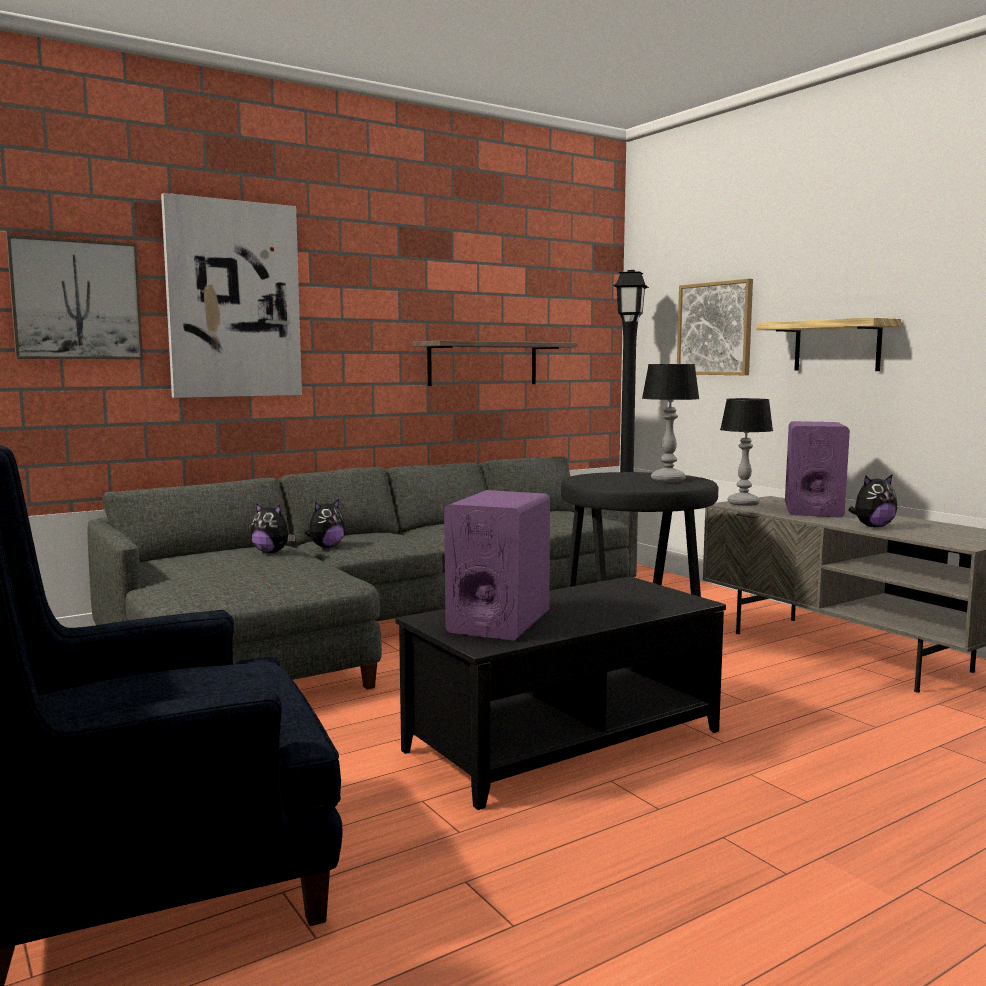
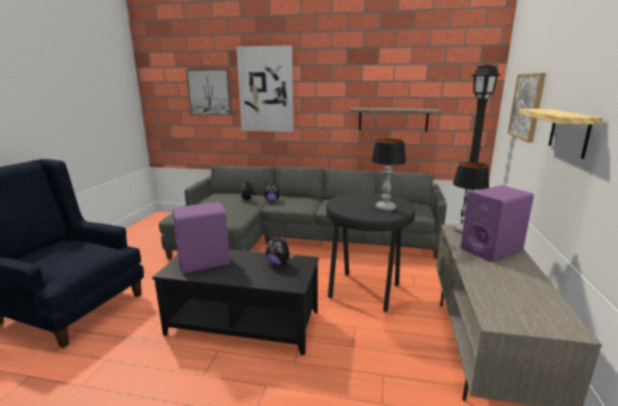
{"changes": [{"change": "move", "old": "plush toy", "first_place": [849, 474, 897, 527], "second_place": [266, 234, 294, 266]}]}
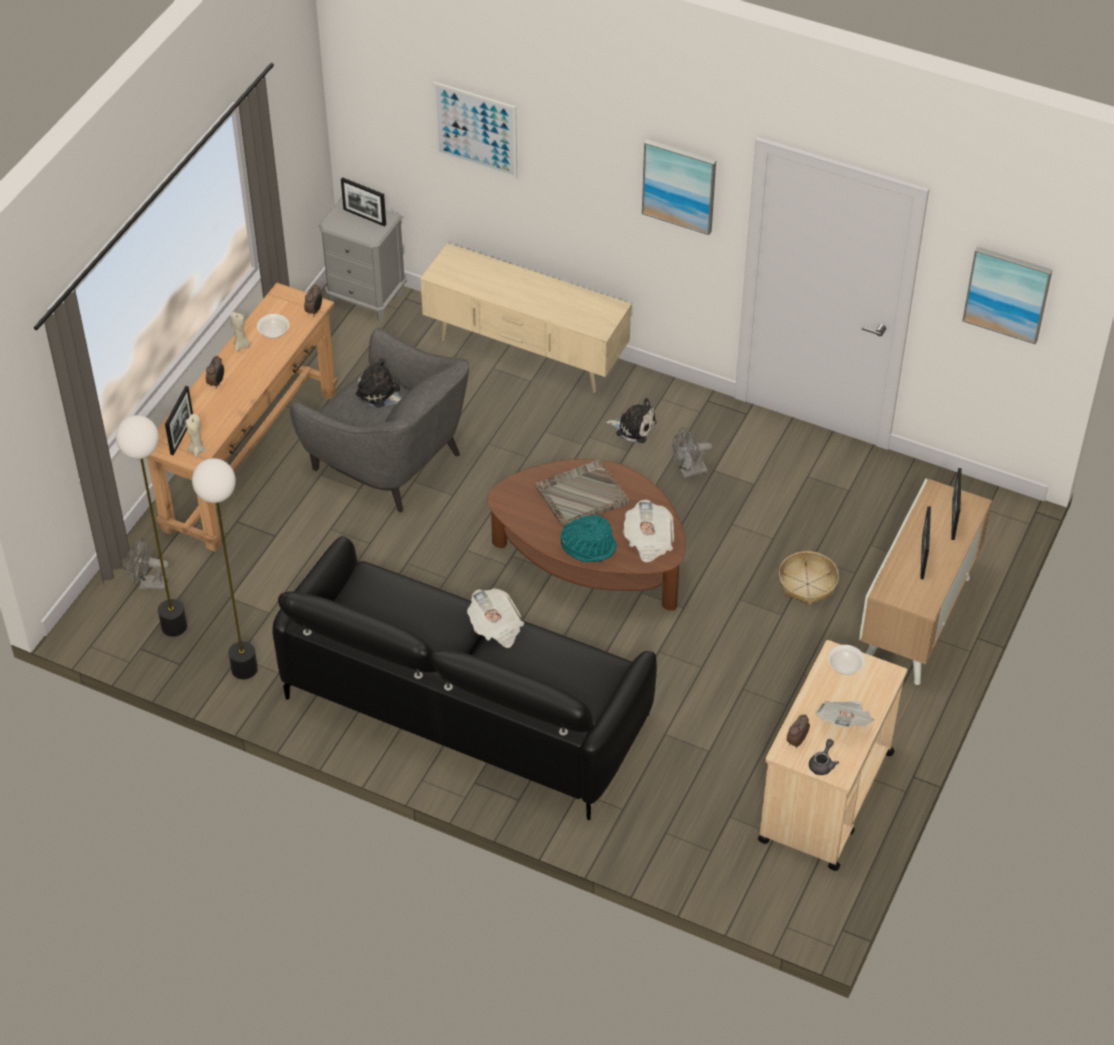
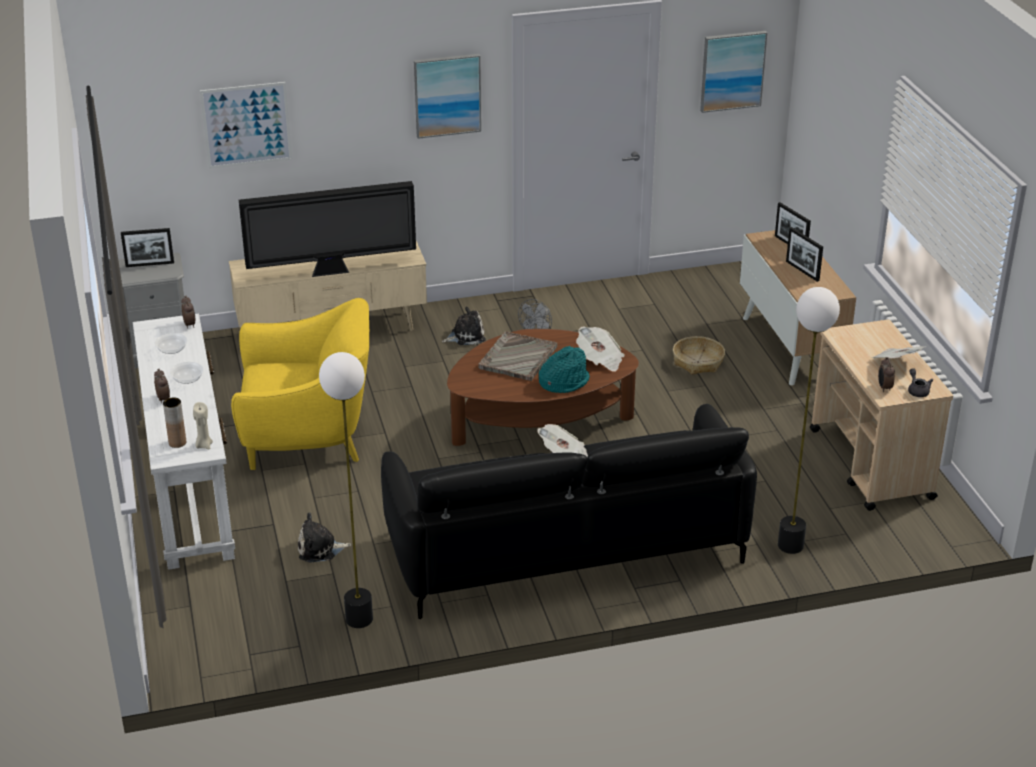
{"changes": [{"change": "delete", "old": "fan in grey", "first_place": [126, 538, 169, 590]}, {"change": "delete", "old": "candle in beige", "first_place": [230, 312, 251, 352]}, {"change": "insert", "new": "television", "second_place": [239, 181, 416, 277]}, {"change": "move", "old": "floor lamp", "first_place": [116, 415, 187, 637], "second_place": [778, 287, 840, 554]}, {"change": "move", "old": "plush toy", "first_place": [356, 358, 402, 407], "second_place": [298, 513, 351, 562]}, {"change": "move", "old": "bowl", "first_place": [828, 645, 865, 675], "second_place": [170, 362, 204, 384]}, {"change": "replace", "old": "picture frame", "new": "vase in brown", "first_place": [165, 386, 193, 455], "second_place": [163, 398, 186, 448]}, {"change": "recolor", "old": "console table in brown", "new": "console table in white", "first_place": [146, 282, 338, 552], "second_place": [133, 314, 235, 570]}, {"change": "recolor", "old": "armchair in grey", "new": "armchair in yellow", "first_place": [290, 328, 469, 513], "second_place": [231, 298, 370, 470]}]}
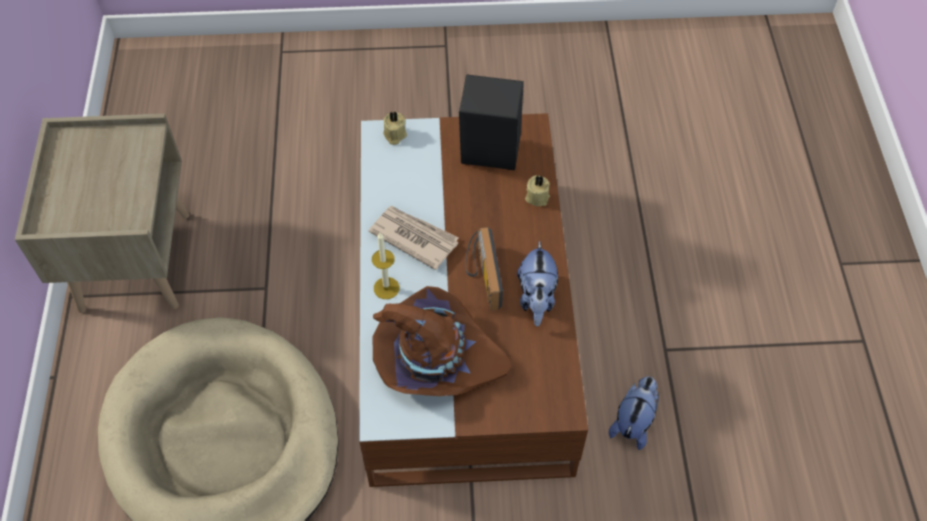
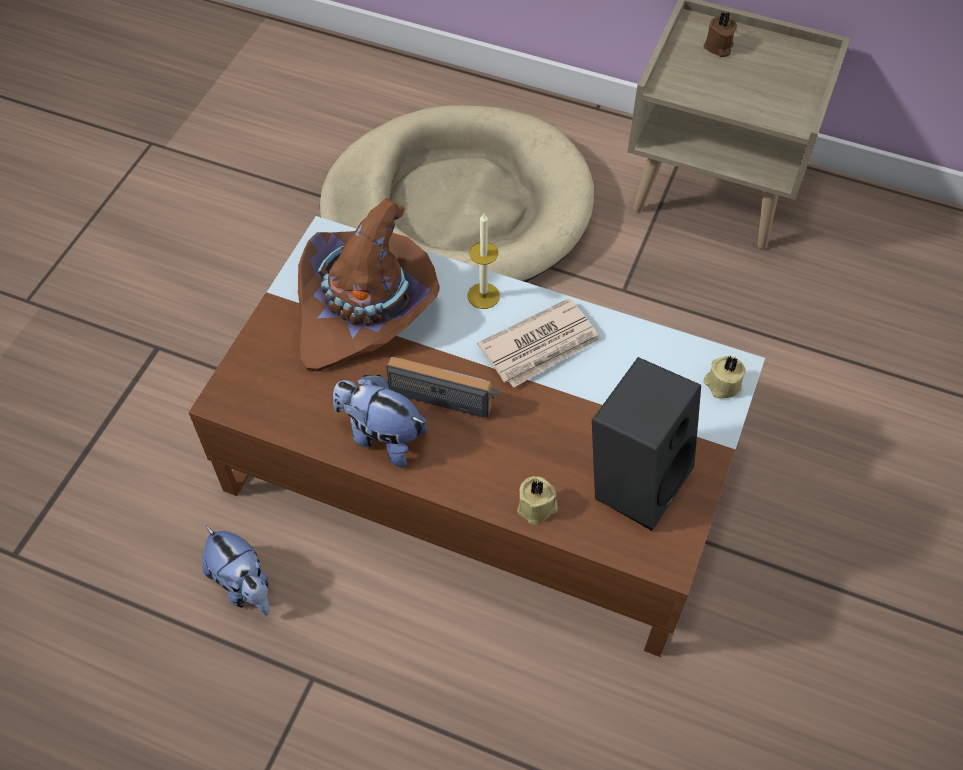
{"changes": [{"change": "insert", "new": "candle in brown", "second_place": [704, 12, 737, 57]}]}
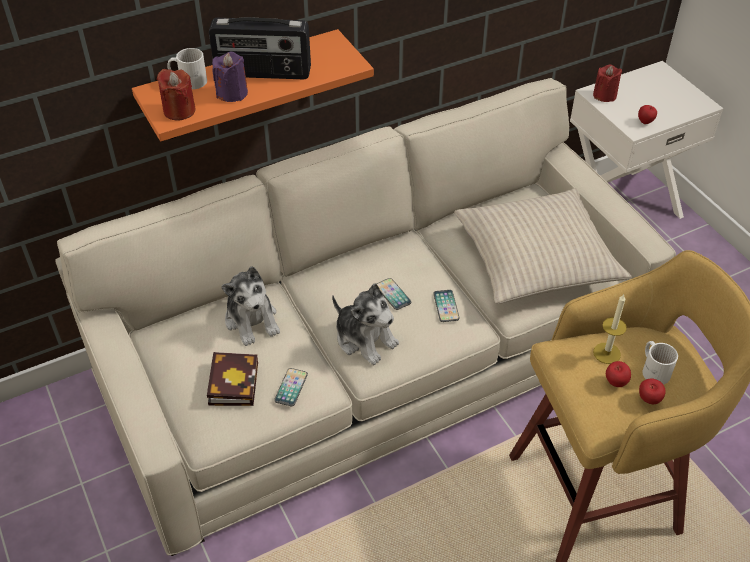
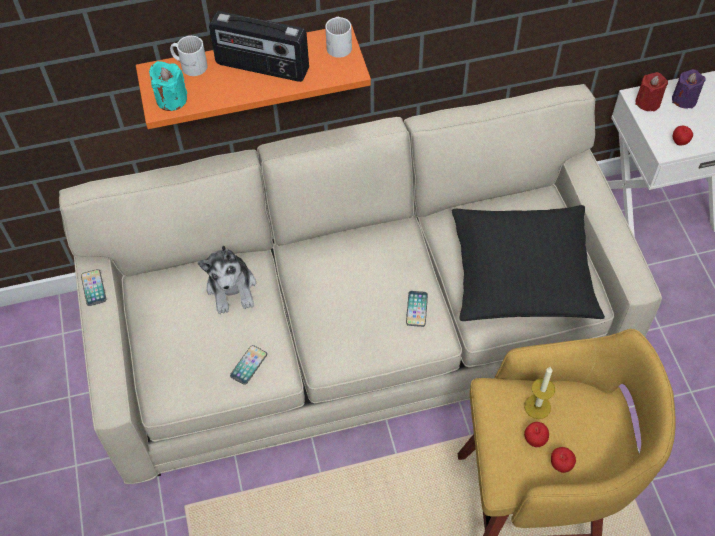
{"changes": [{"change": "delete", "old": "book", "first_place": [207, 352, 258, 406]}, {"change": "delete", "old": "plush toy", "first_place": [332, 283, 399, 365]}, {"change": "move", "old": "candle in purple", "first_place": [212, 52, 248, 102], "second_place": [672, 69, 706, 109]}, {"change": "move", "old": "phone", "first_place": [377, 278, 411, 310], "second_place": [81, 269, 106, 306]}, {"change": "move", "old": "mug in white", "first_place": [643, 341, 678, 385], "second_place": [325, 17, 352, 58]}, {"change": "recolor", "old": "candle in red", "new": "candle in turquoise", "first_place": [157, 69, 196, 121], "second_place": [149, 61, 187, 111]}, {"change": "recolor", "old": "pillow in beige", "new": "pillow in black", "first_place": [454, 188, 632, 304], "second_place": [452, 205, 605, 321]}]}
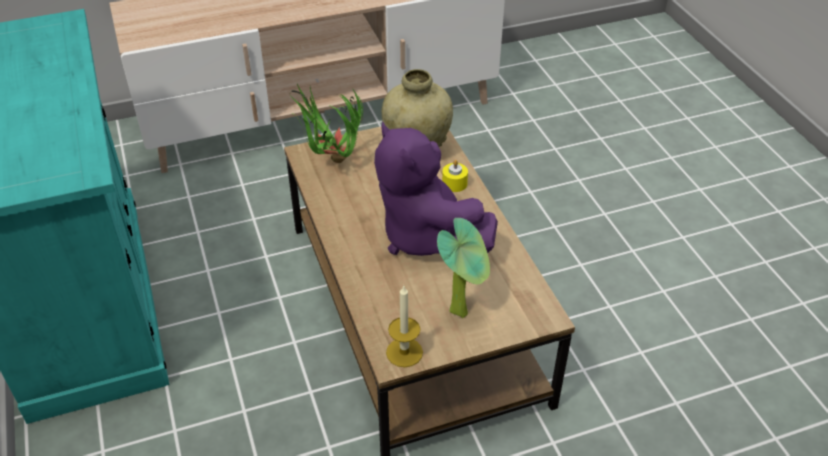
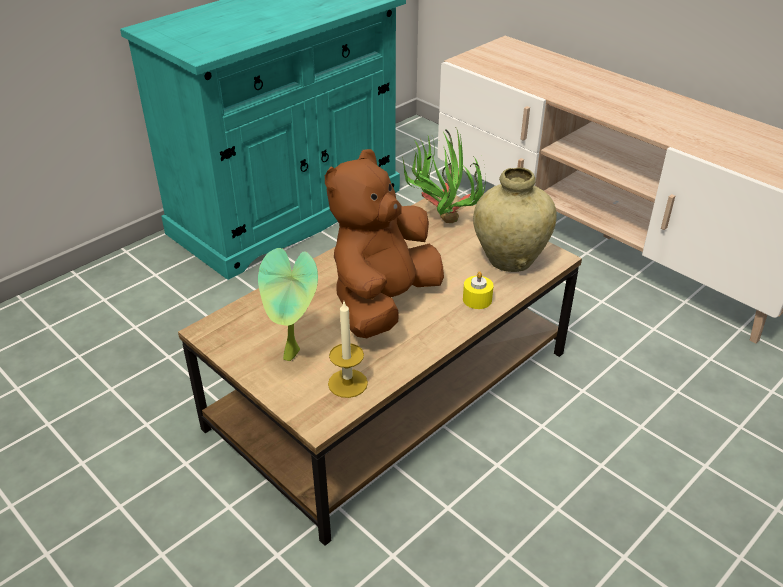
{"changes": [{"change": "move", "old": "candle", "first_place": [386, 286, 423, 367], "second_place": [328, 302, 368, 398]}, {"change": "recolor", "old": "plush toy in purple", "new": "plush toy in brown", "first_place": [374, 121, 498, 256], "second_place": [325, 149, 444, 338]}]}
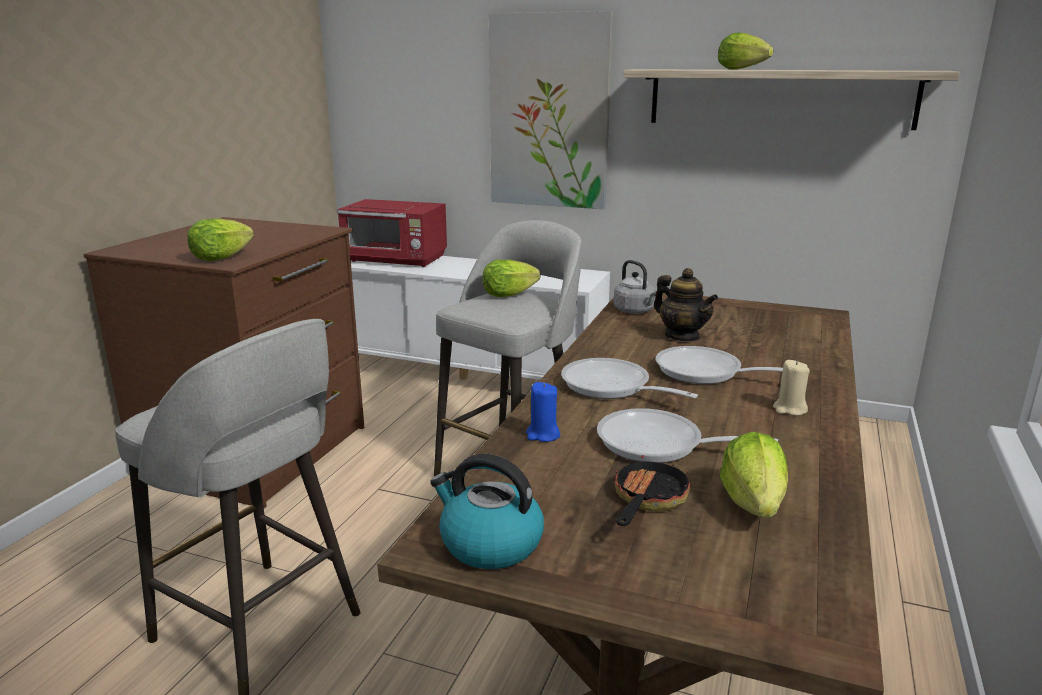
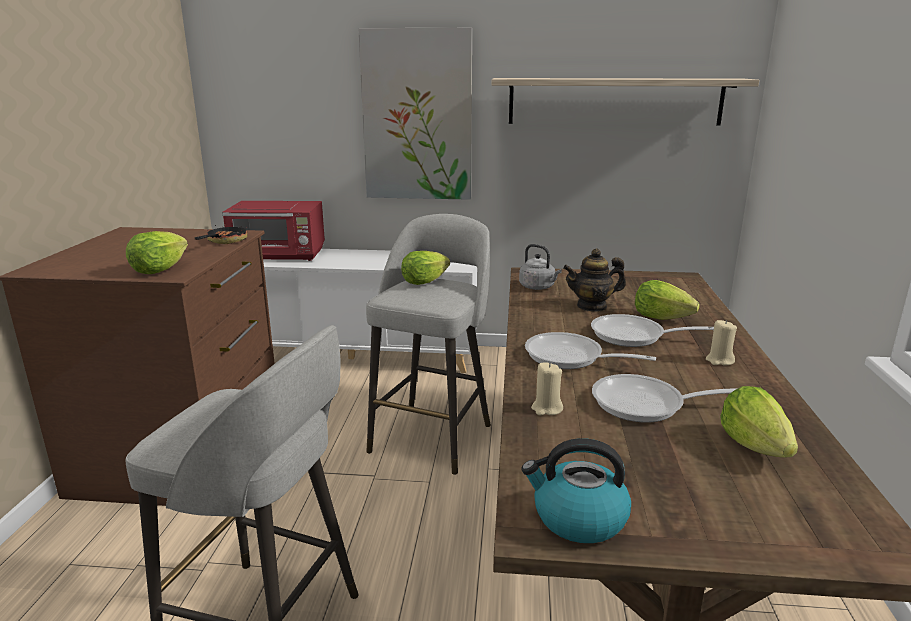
{"changes": [{"change": "move", "old": "frying pan", "first_place": [615, 446, 691, 526], "second_place": [195, 224, 247, 244]}, {"change": "move", "old": "lettuce", "first_place": [718, 33, 773, 70], "second_place": [635, 280, 699, 320]}, {"change": "recolor", "old": "candle in blue", "new": "candle in beige", "first_place": [526, 382, 560, 442], "second_place": [531, 362, 563, 415]}, {"change": "rotate", "old": "teapot", "first_place": [654, 268, 718, 341], "second_place": [563, 248, 626, 312], "degrees": 135}]}
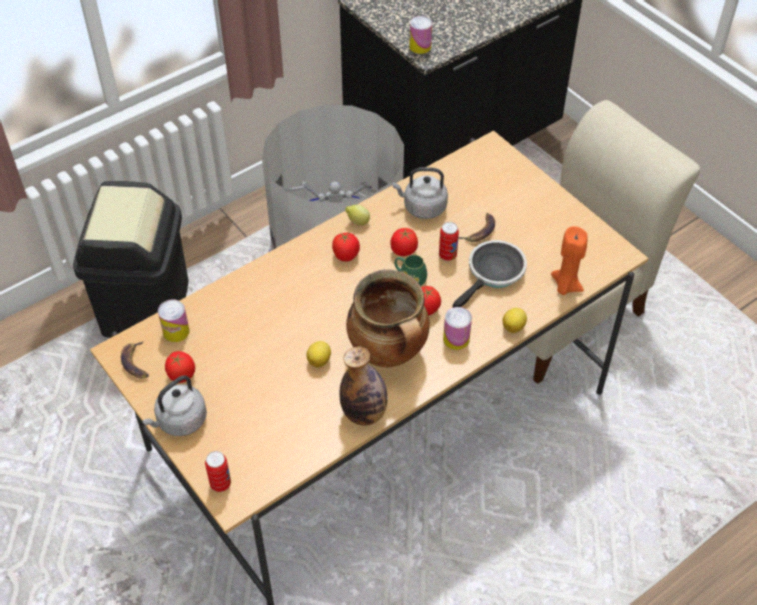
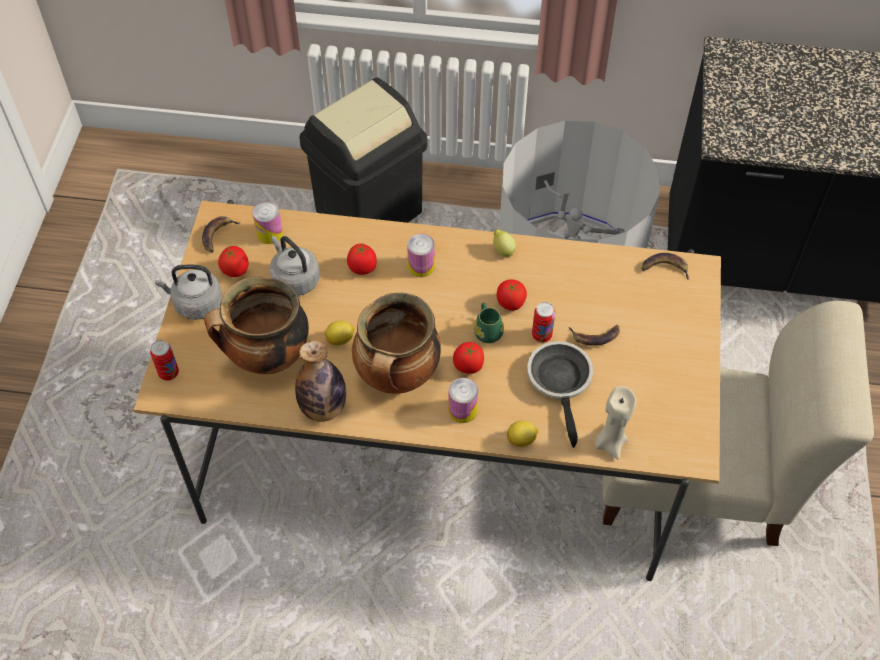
{"changes": [{"change": "insert", "new": "cooking pot", "second_place": [204, 276, 309, 374]}, {"change": "insert", "new": "banana", "second_place": [642, 253, 690, 280]}, {"change": "move", "old": "tomato", "first_place": [332, 232, 360, 262], "second_place": [347, 243, 377, 275]}, {"change": "move", "old": "kettle in grey", "first_place": [393, 167, 448, 219], "second_place": [270, 236, 320, 296]}, {"change": "move", "old": "can", "first_place": [409, 16, 432, 54], "second_place": [407, 234, 435, 277]}, {"change": "recolor", "old": "candle in orange", "new": "candle in beige", "first_place": [551, 226, 587, 295], "second_place": [595, 386, 636, 460]}, {"change": "rotate", "old": "frying pan", "first_place": [452, 240, 527, 308], "second_place": [527, 341, 593, 448], "degrees": -90}]}
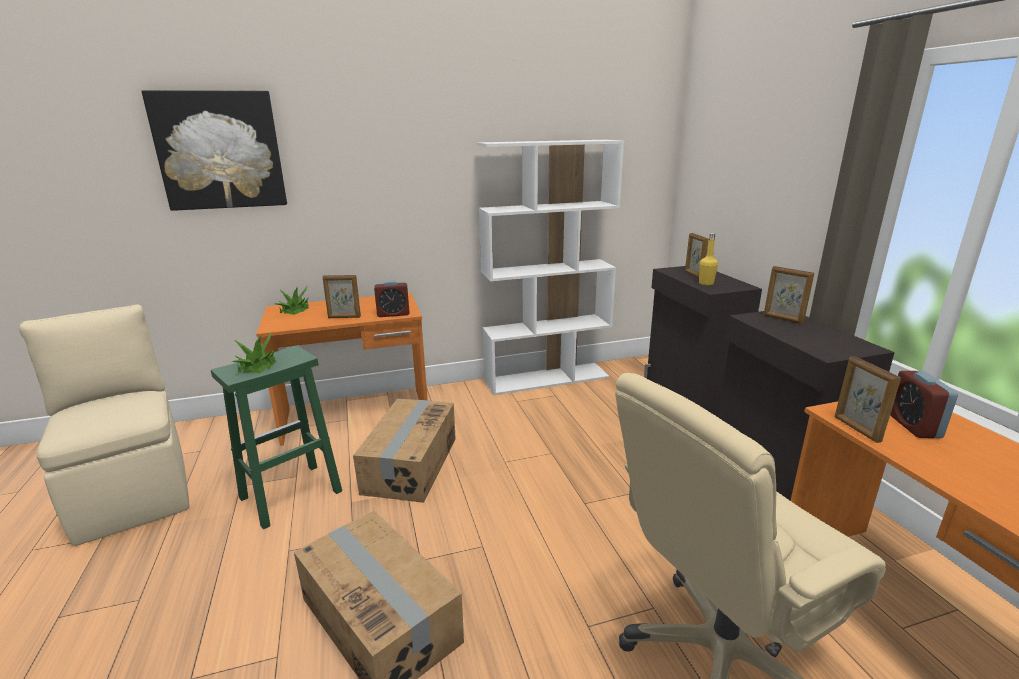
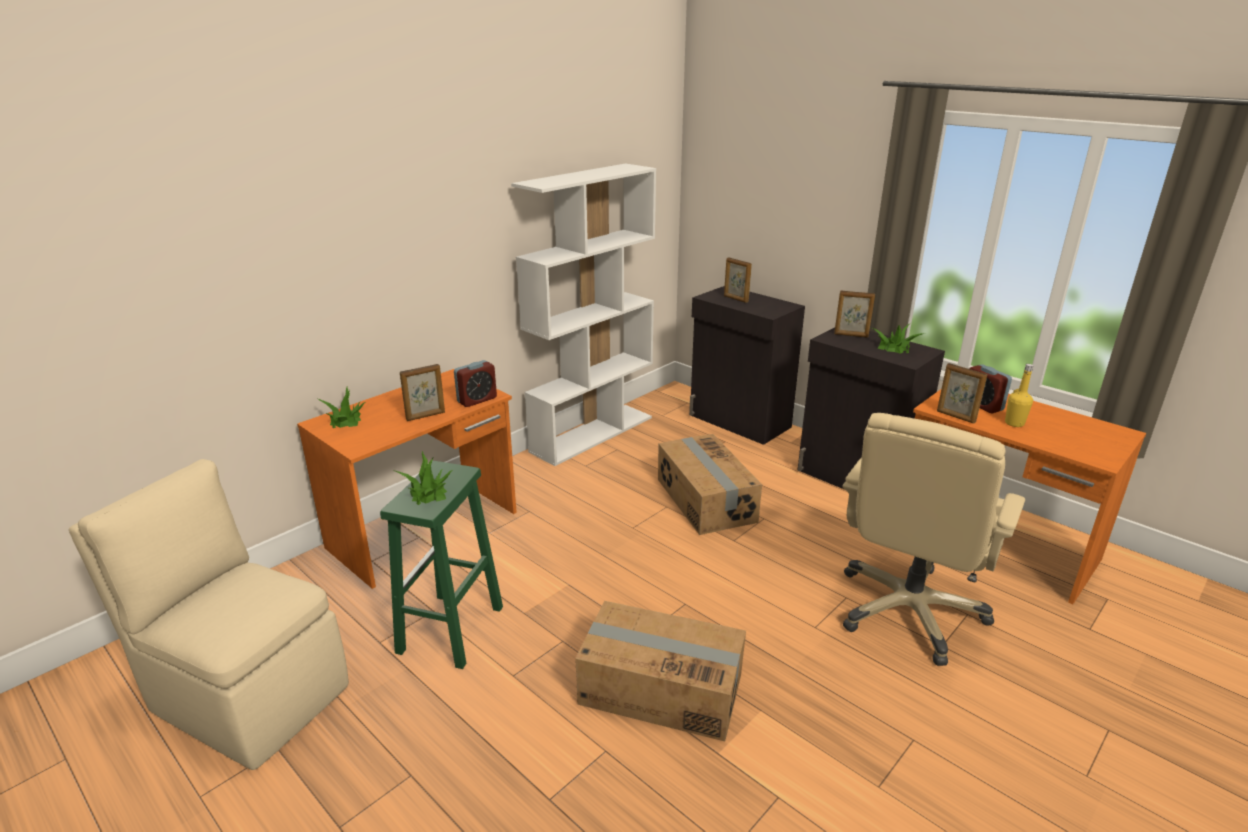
{"changes": [{"change": "delete", "old": "picture", "first_place": [141, 90, 287, 211]}, {"change": "insert", "new": "potted plant", "second_place": [873, 324, 924, 354]}, {"change": "move", "old": "cardboard box", "first_place": [353, 399, 456, 503], "second_place": [658, 434, 762, 535]}, {"change": "move", "old": "bottle in yellow", "first_place": [699, 233, 718, 285], "second_place": [1005, 364, 1033, 427]}]}
